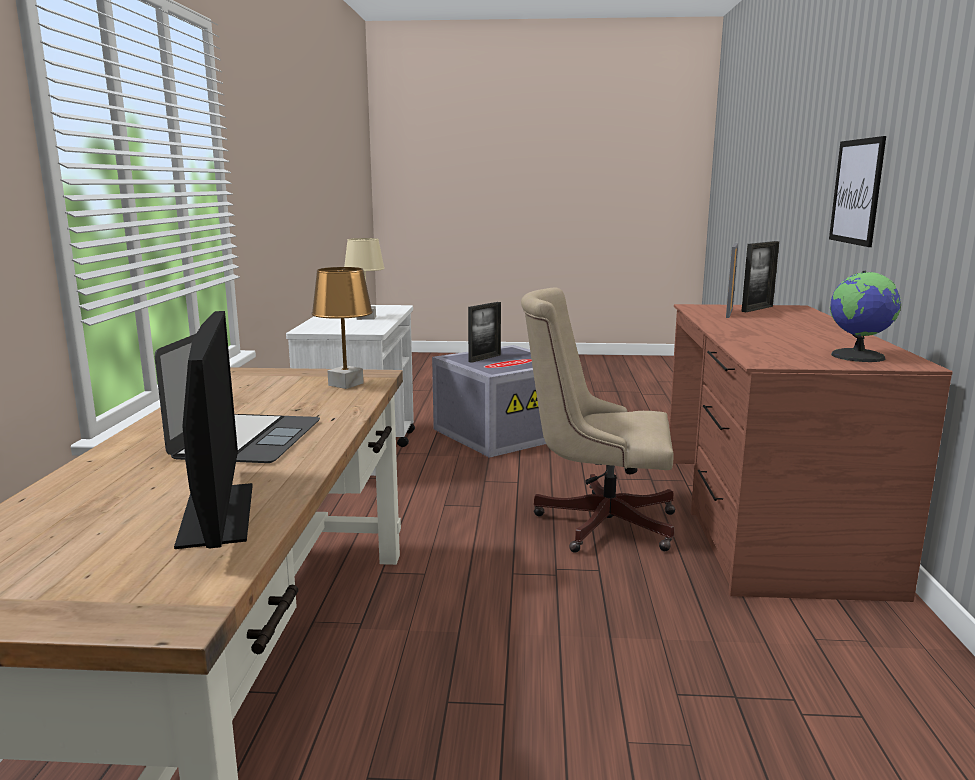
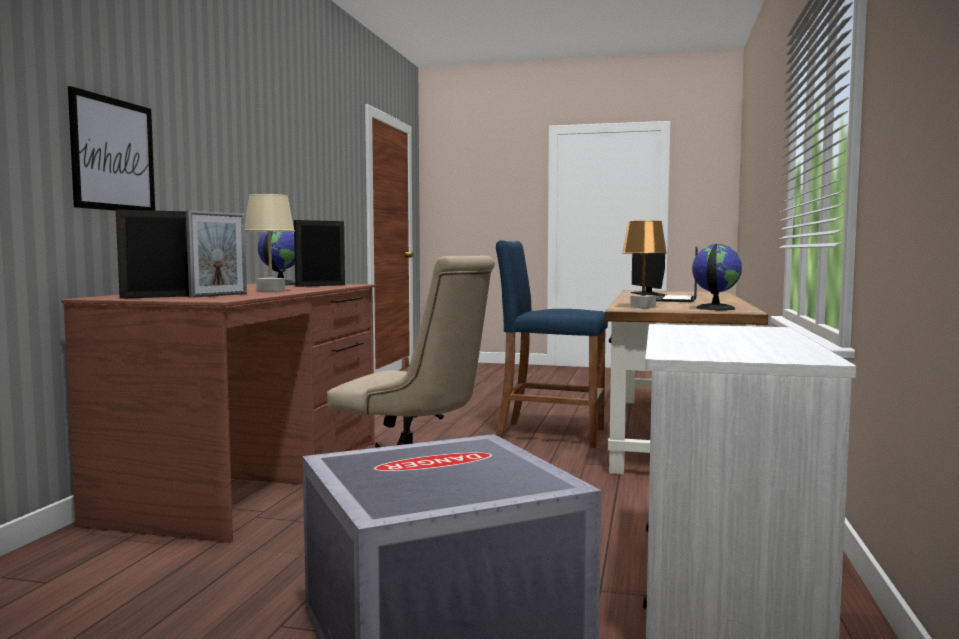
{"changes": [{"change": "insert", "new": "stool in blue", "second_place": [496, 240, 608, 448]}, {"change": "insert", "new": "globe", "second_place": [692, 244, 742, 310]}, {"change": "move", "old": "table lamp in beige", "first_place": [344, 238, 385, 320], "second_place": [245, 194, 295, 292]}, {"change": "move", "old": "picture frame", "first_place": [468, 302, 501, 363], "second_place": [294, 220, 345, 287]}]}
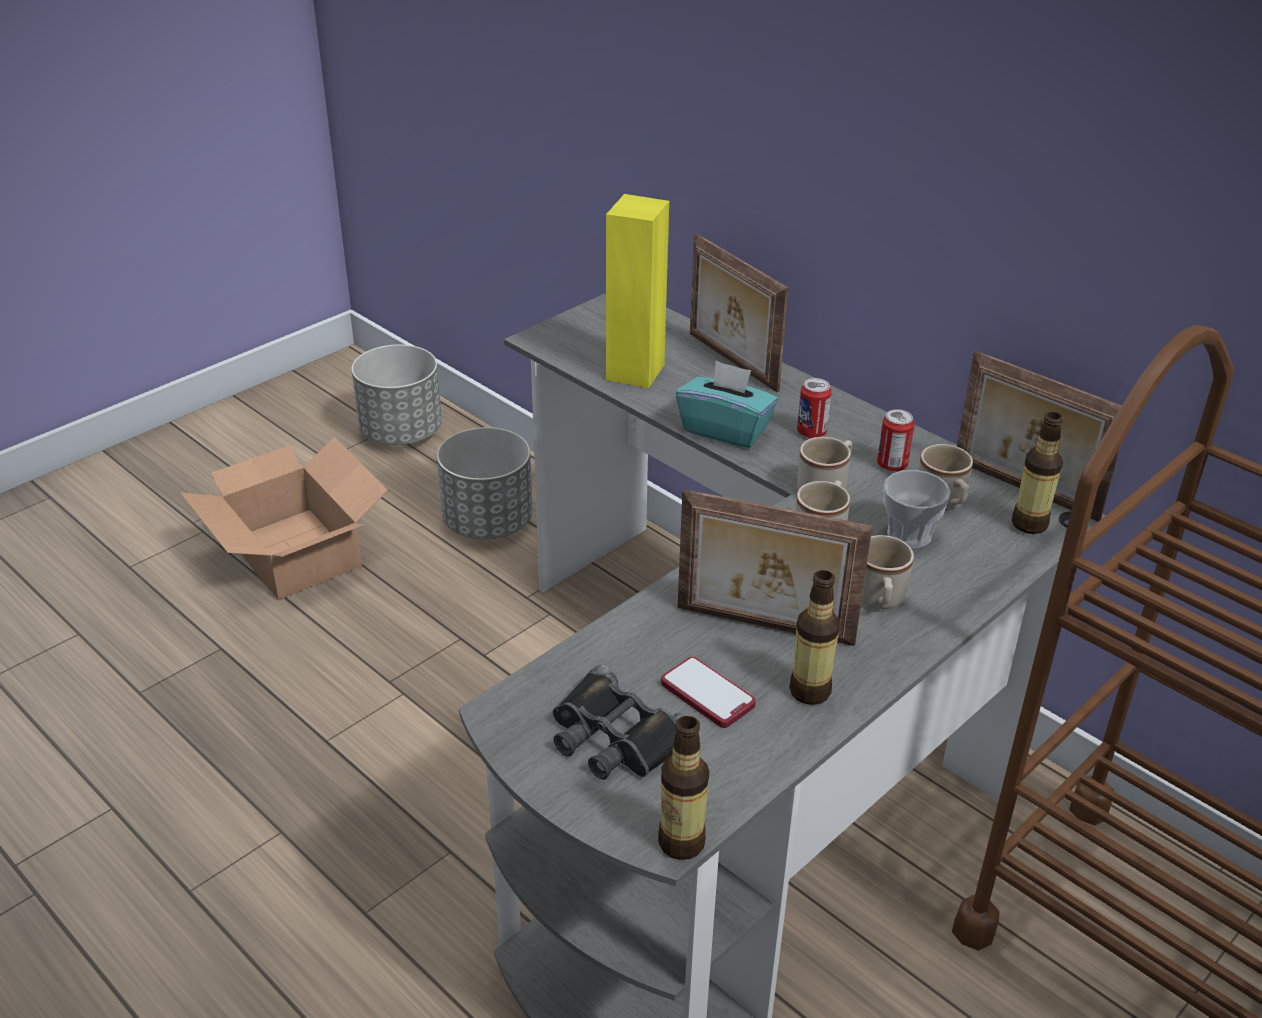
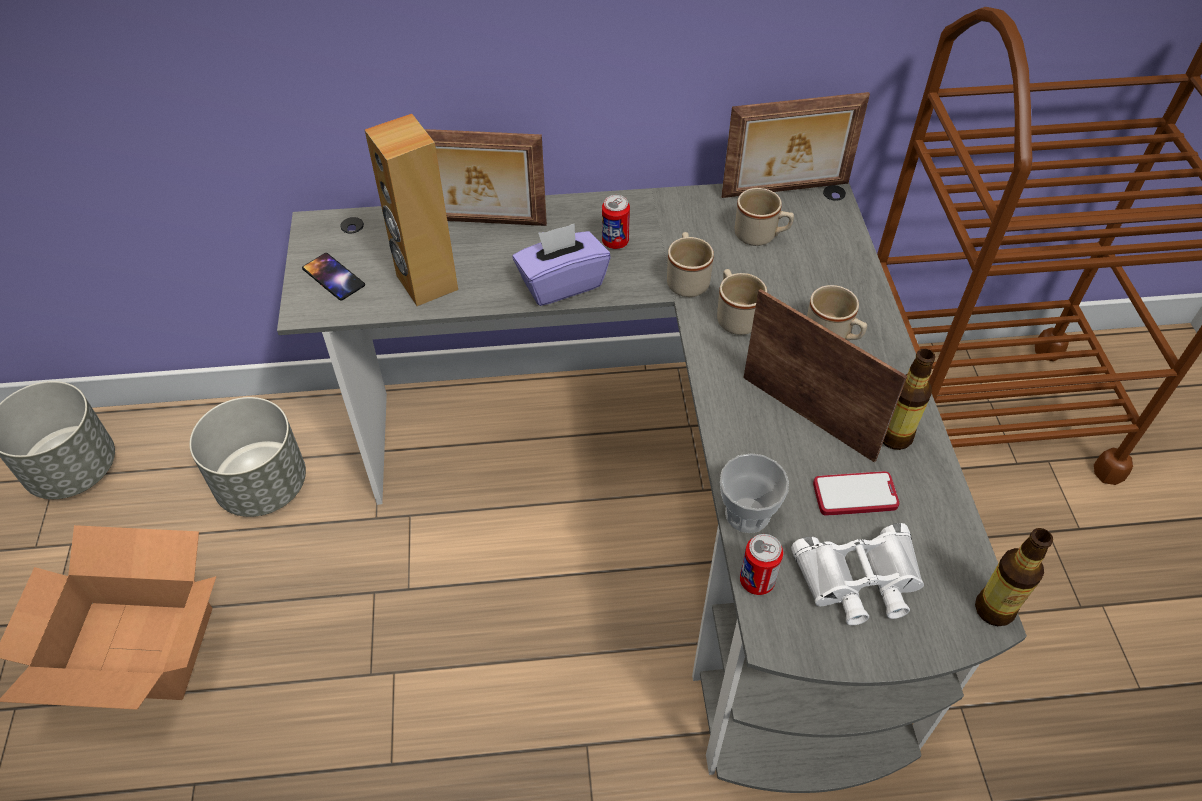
{"changes": [{"change": "delete", "old": "bottle", "first_place": [1012, 412, 1063, 534]}, {"change": "insert", "new": "phone", "second_place": [302, 253, 365, 301]}, {"change": "move", "old": "can", "first_place": [877, 409, 915, 471], "second_place": [740, 534, 783, 595]}, {"change": "move", "old": "cup", "first_place": [883, 470, 951, 548], "second_place": [720, 453, 789, 533]}, {"change": "recolor", "old": "binoculars in black", "new": "binoculars in white", "first_place": [553, 665, 688, 780], "second_place": [791, 523, 924, 625]}, {"change": "recolor", "old": "speaker in yellow", "new": "speaker in brown", "first_place": [606, 194, 669, 388], "second_place": [365, 114, 458, 306]}, {"change": "recolor", "old": "tissue box in turquoise", "new": "tissue box in purple", "first_place": [676, 360, 778, 448], "second_place": [512, 224, 610, 306]}, {"change": "rotate", "old": "picture frame", "first_place": [678, 489, 872, 646], "second_place": [743, 289, 907, 462], "degrees": -105}]}
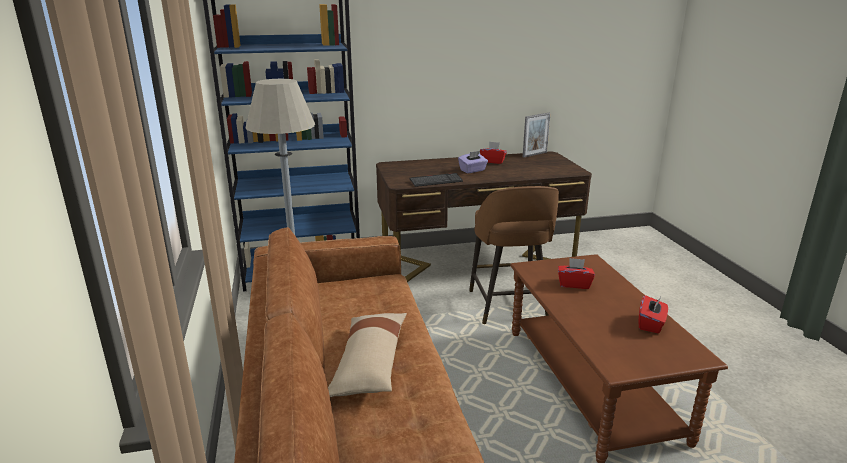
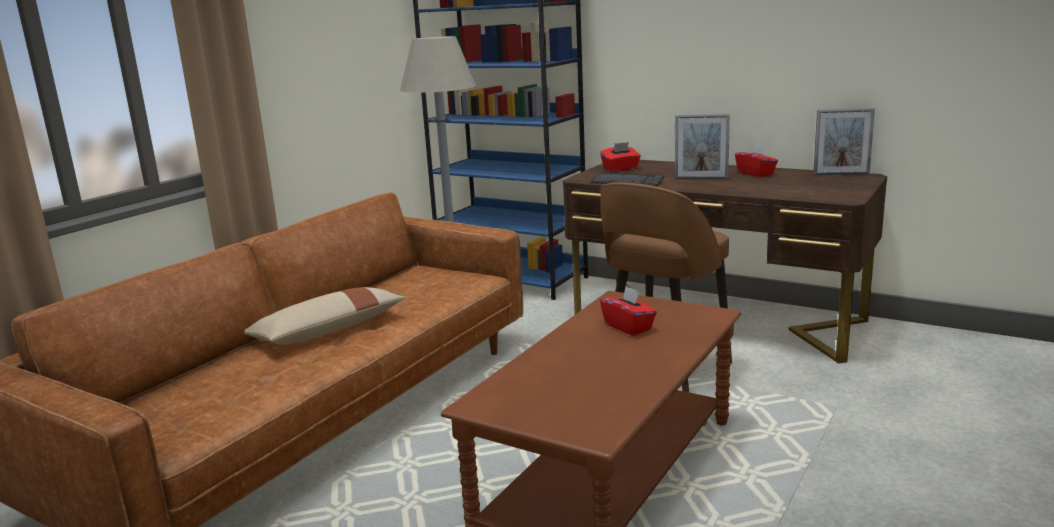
{"changes": [{"change": "move", "old": "tissue box in red", "first_place": [638, 295, 668, 333], "second_place": [600, 142, 641, 172]}, {"change": "replace", "old": "tissue box in purple", "new": "picture frame", "first_place": [458, 151, 488, 173], "second_place": [675, 114, 730, 179]}]}
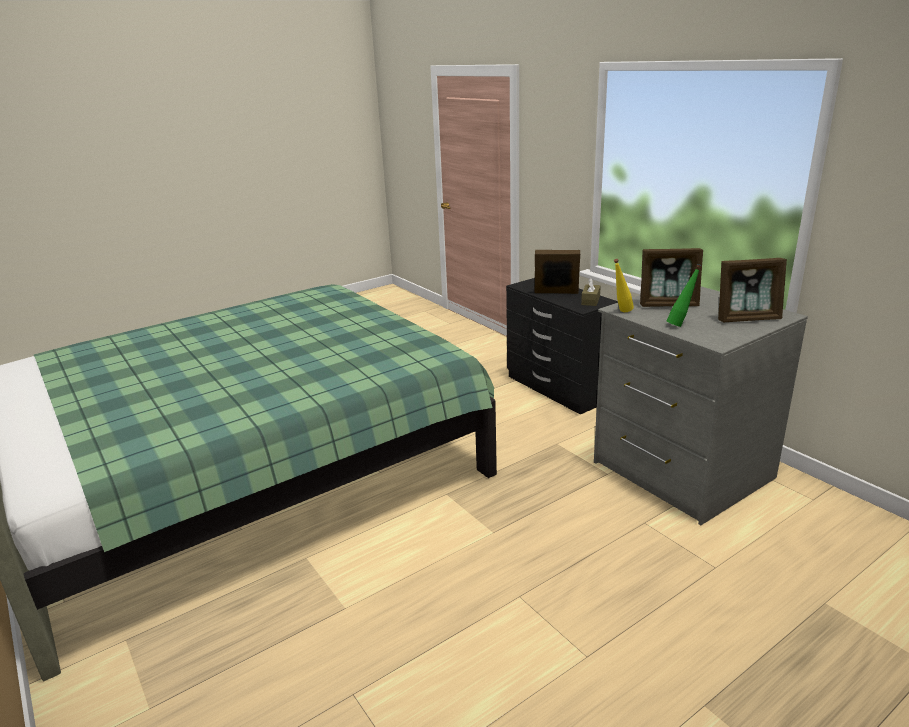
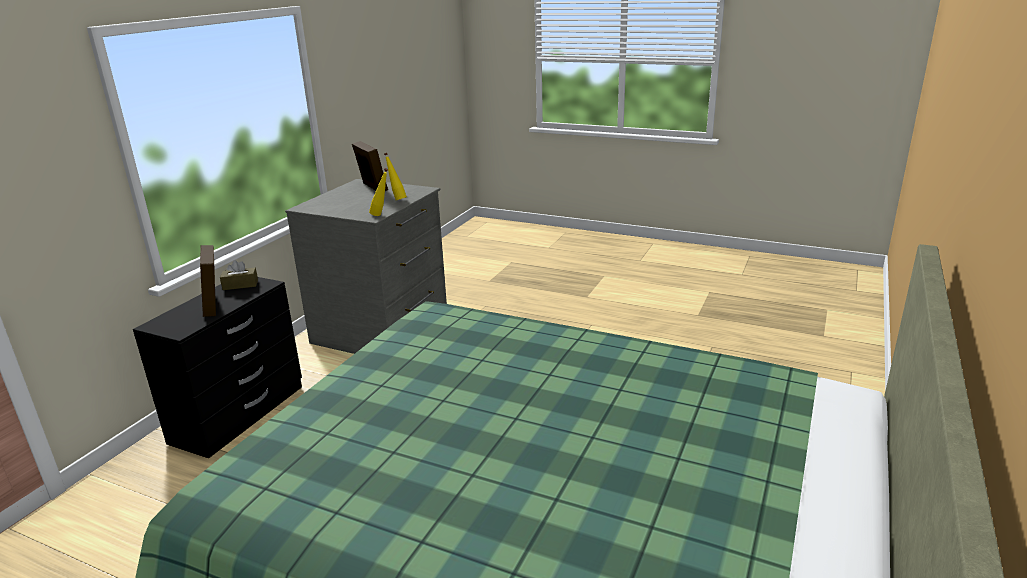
{"changes": [{"change": "delete", "old": "picture frame", "first_place": [640, 248, 703, 307]}, {"change": "recolor", "old": "bottle in green", "new": "bottle in yellow", "first_place": [667, 264, 701, 327], "second_place": [384, 153, 407, 200]}]}
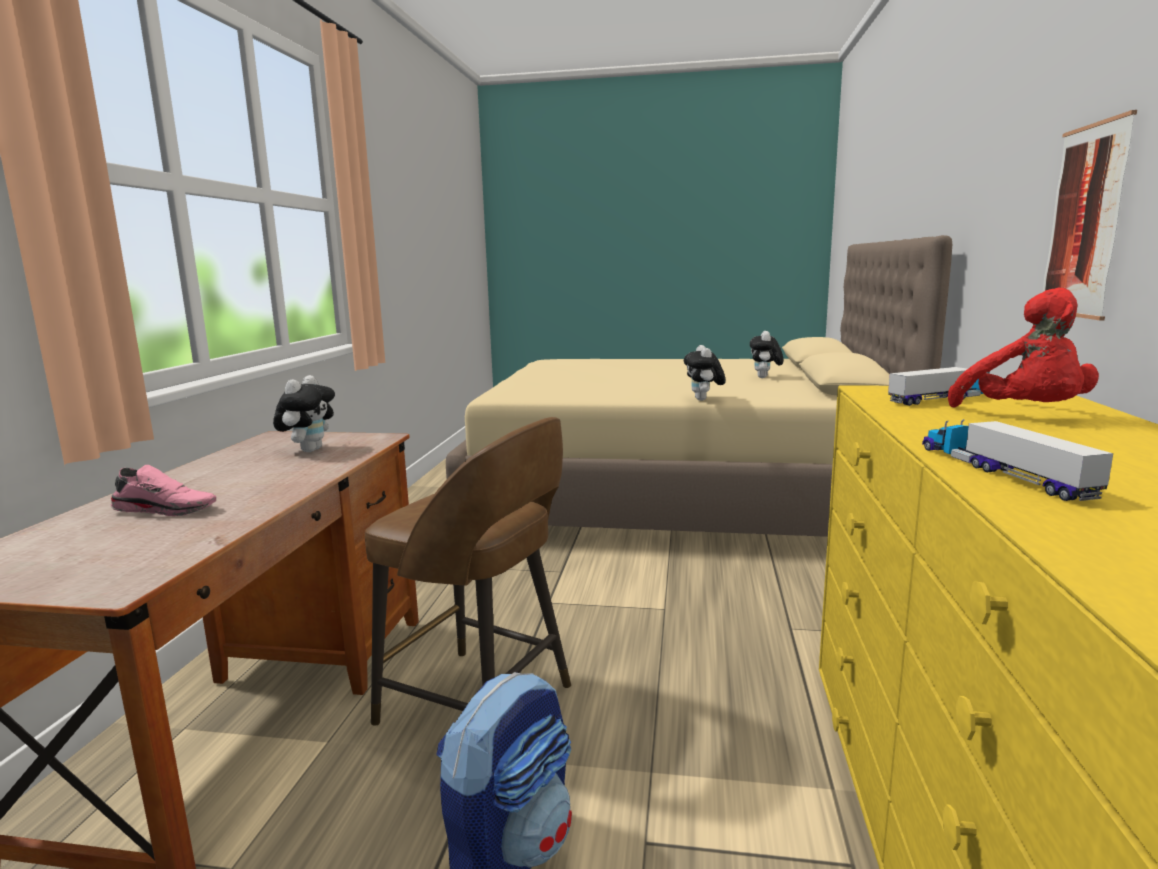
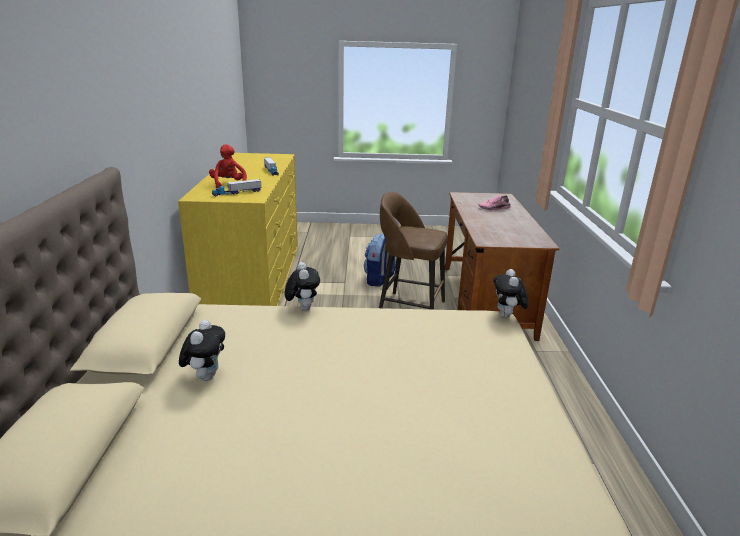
{"changes": [{"change": "delete", "old": "picture", "first_place": [1043, 110, 1137, 320]}, {"change": "move", "old": "plush toy", "first_place": [273, 375, 335, 452], "second_place": [493, 269, 529, 318]}]}
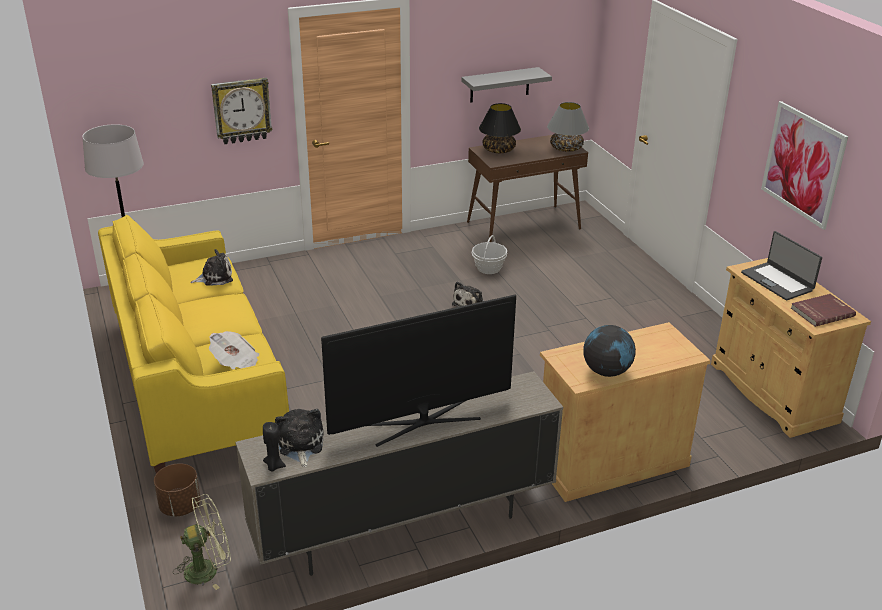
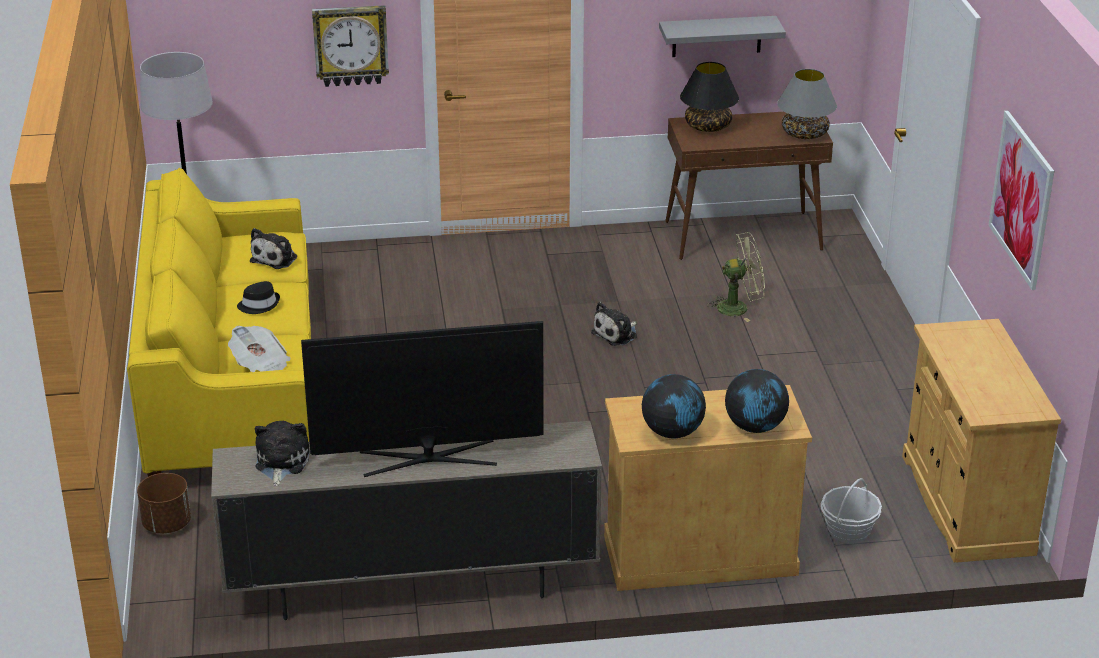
{"changes": [{"change": "delete", "old": "candle in black", "first_place": [263, 422, 286, 471]}, {"change": "delete", "old": "laptop", "first_place": [741, 231, 822, 301]}, {"change": "delete", "old": "book in red", "first_place": [791, 294, 856, 327]}, {"change": "insert", "new": "hat in black", "second_place": [237, 281, 280, 314]}, {"change": "insert", "new": "globe", "second_place": [725, 369, 789, 433]}, {"change": "move", "old": "fan in green", "first_place": [173, 494, 231, 590], "second_place": [707, 232, 765, 322]}, {"change": "move", "old": "basket", "first_place": [472, 235, 507, 274], "second_place": [821, 478, 882, 544]}, {"change": "rotate", "old": "plush toy", "first_place": [190, 249, 233, 286], "second_place": [250, 228, 297, 269], "degrees": 120}]}
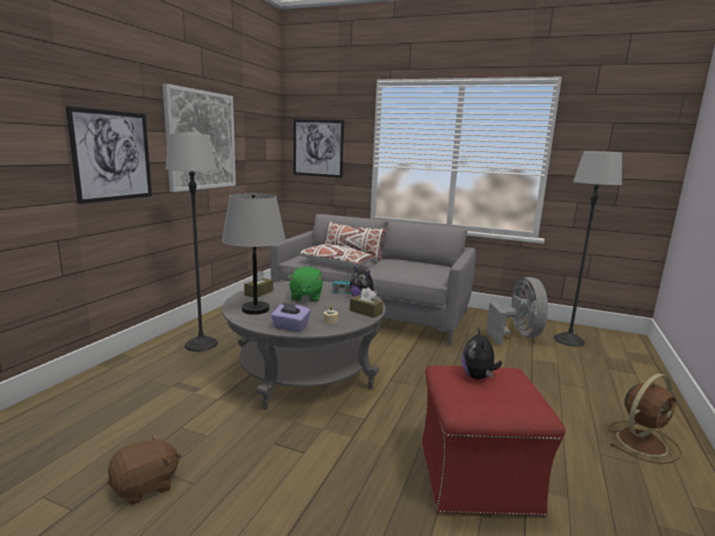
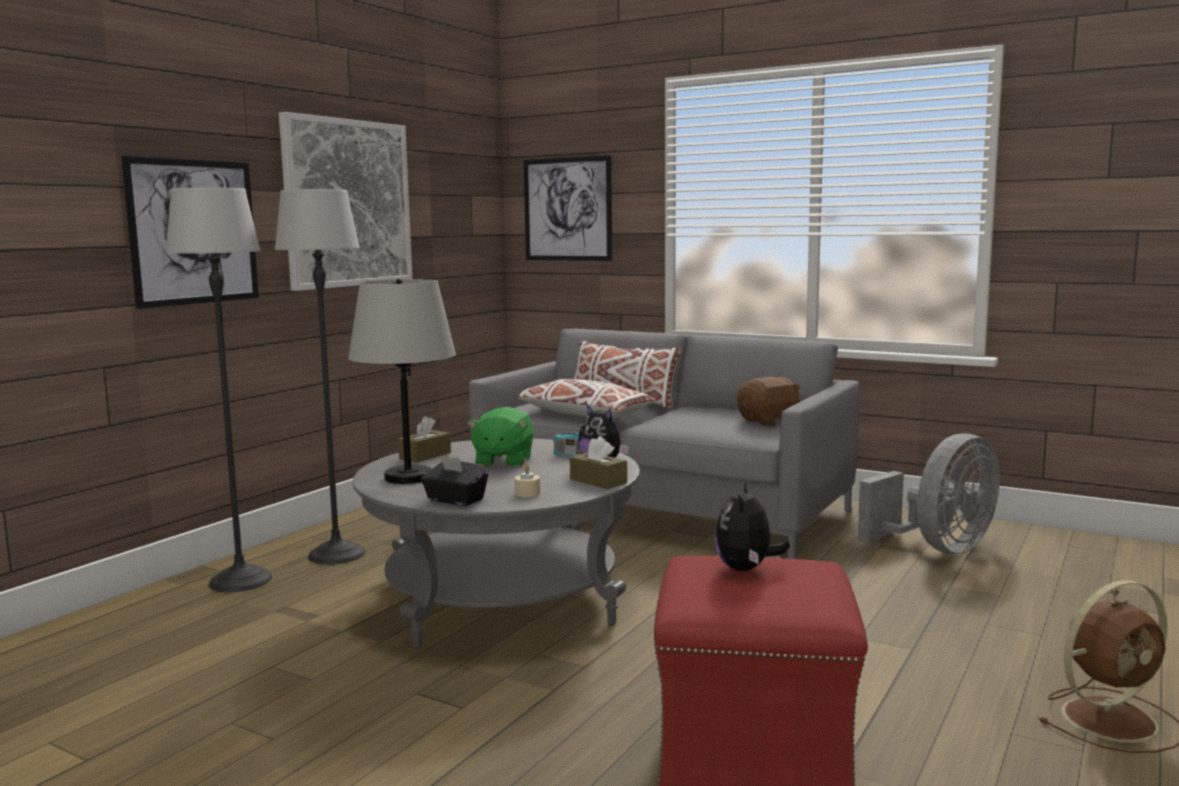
{"changes": [{"change": "move", "old": "plush toy in brown", "first_place": [107, 434, 181, 505], "second_place": [737, 377, 801, 426]}, {"change": "move", "old": "floor lamp", "first_place": [554, 151, 622, 347], "second_place": [166, 187, 272, 592]}, {"change": "recolor", "old": "tissue box in purple", "new": "tissue box in black", "first_place": [271, 302, 311, 332], "second_place": [421, 455, 489, 506]}, {"change": "rotate", "old": "fan in grey", "first_place": [486, 277, 548, 344], "second_place": [858, 433, 1000, 554], "degrees": 45}]}
